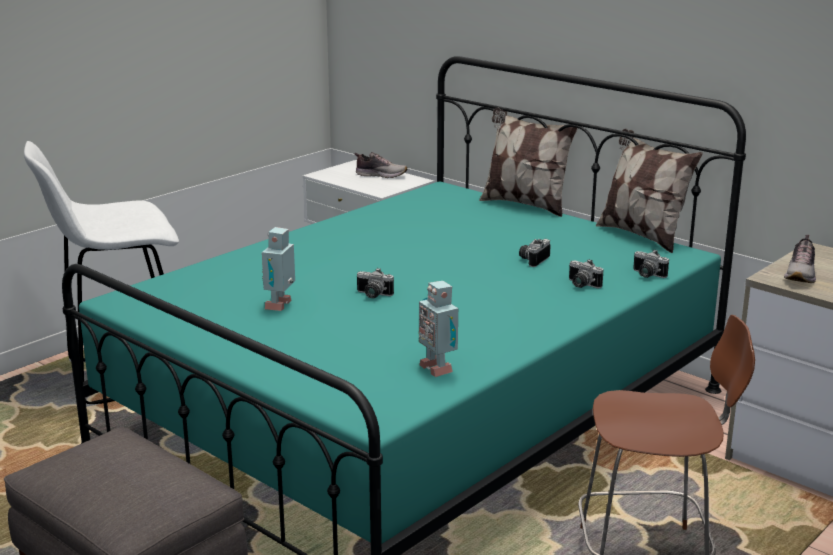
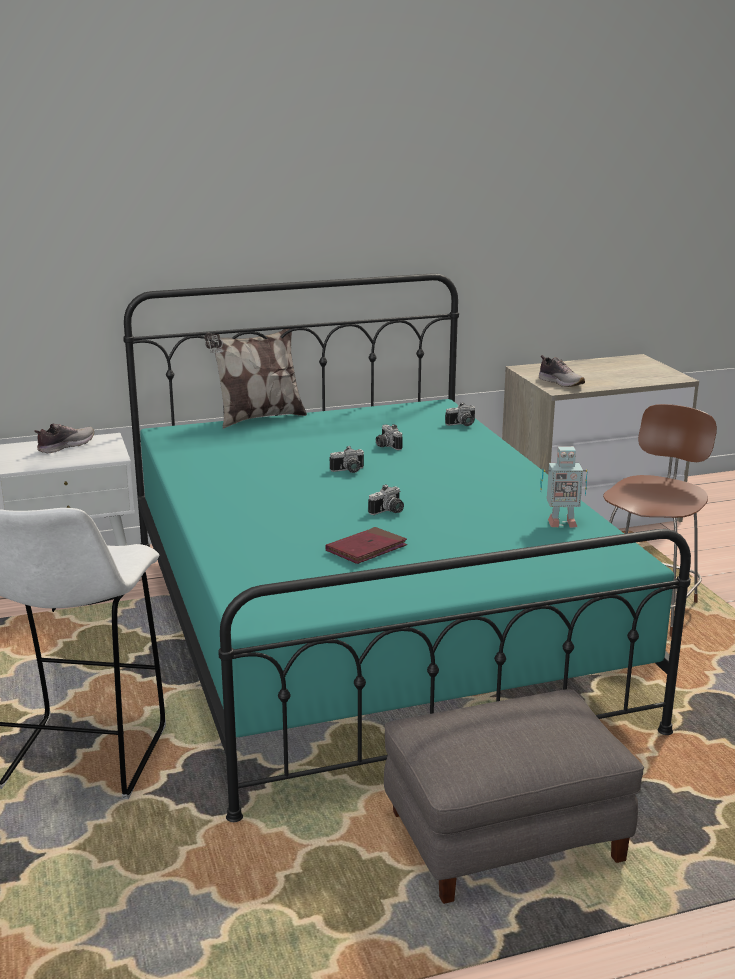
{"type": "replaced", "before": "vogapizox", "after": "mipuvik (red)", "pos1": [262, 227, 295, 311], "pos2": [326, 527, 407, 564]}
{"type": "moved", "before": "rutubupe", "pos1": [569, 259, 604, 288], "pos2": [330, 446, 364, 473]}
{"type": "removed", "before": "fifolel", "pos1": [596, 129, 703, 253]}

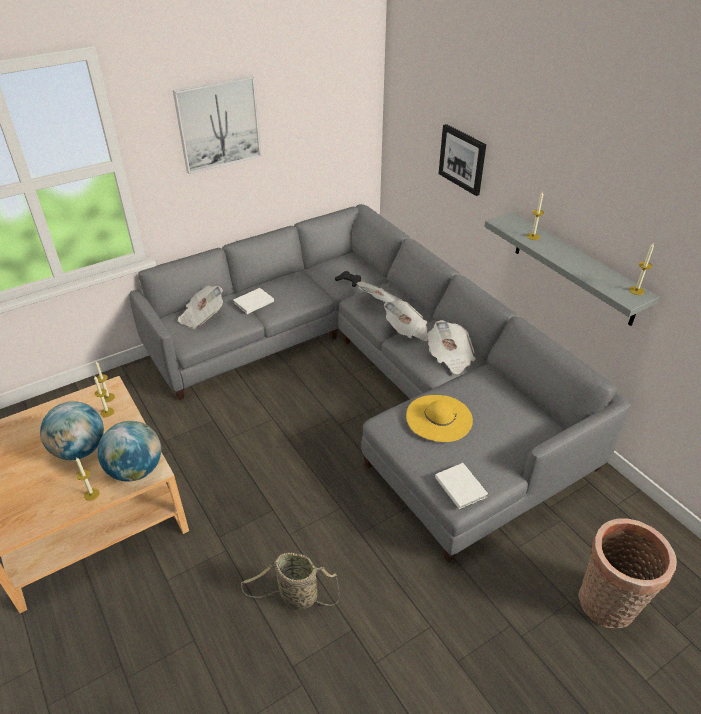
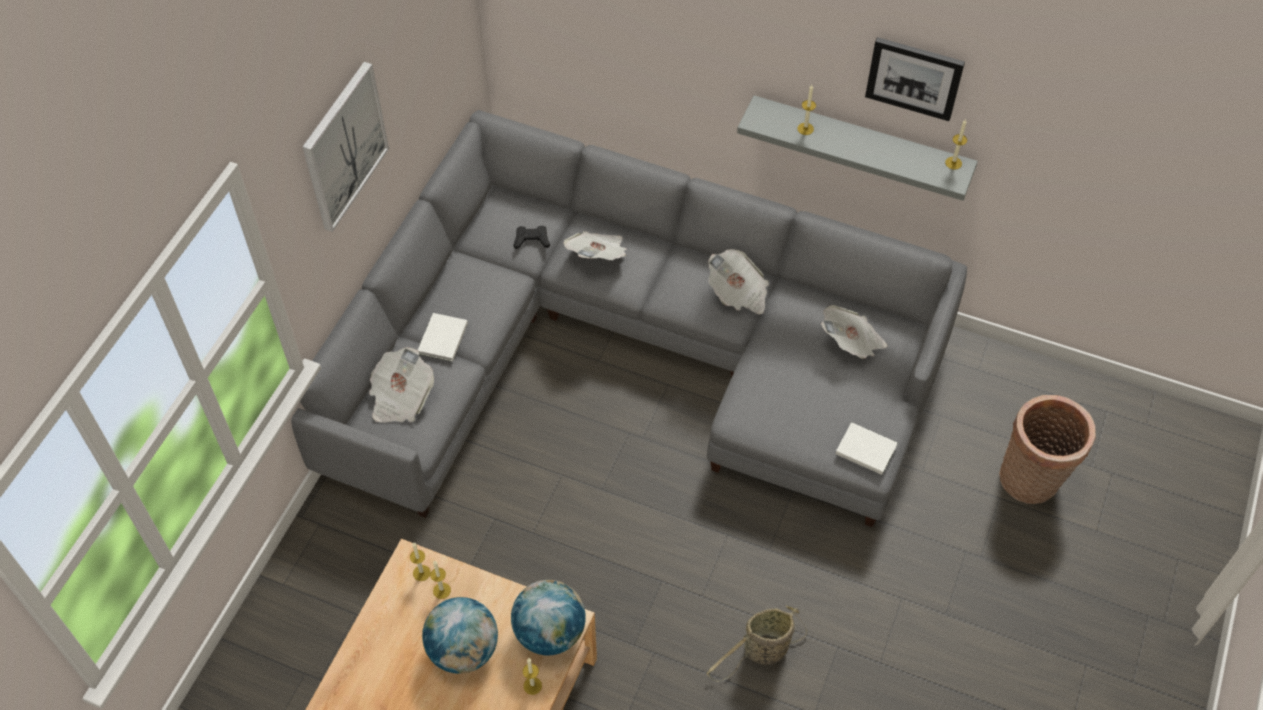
{"type": "moved", "before": "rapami", "pos1": [384, 300, 428, 341], "pos2": [821, 305, 887, 359]}
{"type": "moved", "before": "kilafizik", "pos1": [439, 124, 486, 196], "pos2": [865, 37, 965, 121]}
{"type": "removed", "before": "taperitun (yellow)", "pos1": [406, 395, 473, 442]}

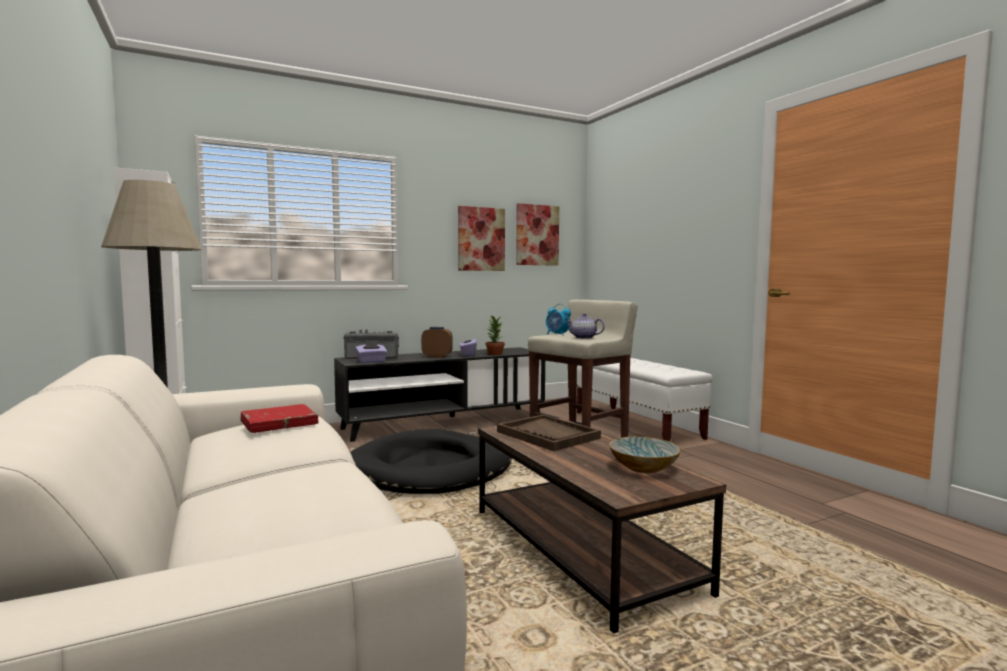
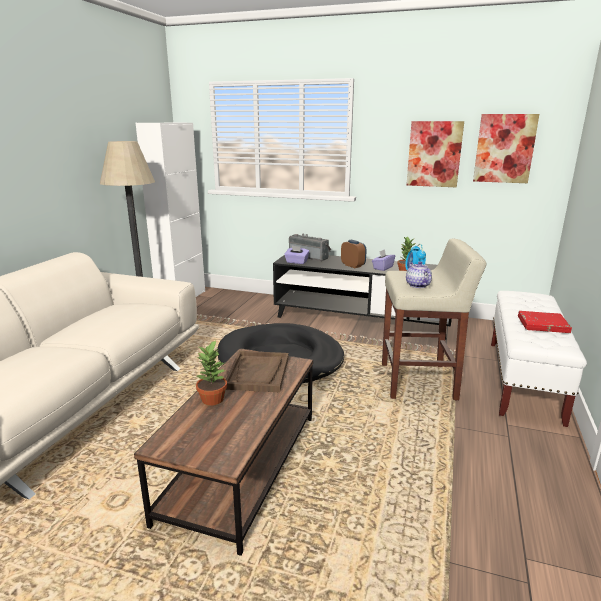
{"type": "added", "after": "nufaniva", "pos2": [196, 340, 227, 406]}
{"type": "moved", "before": "mipuvik (red)", "pos1": [241, 404, 318, 433], "pos2": [518, 311, 572, 333]}
{"type": "removed", "before": "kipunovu", "pos1": [609, 437, 681, 473]}

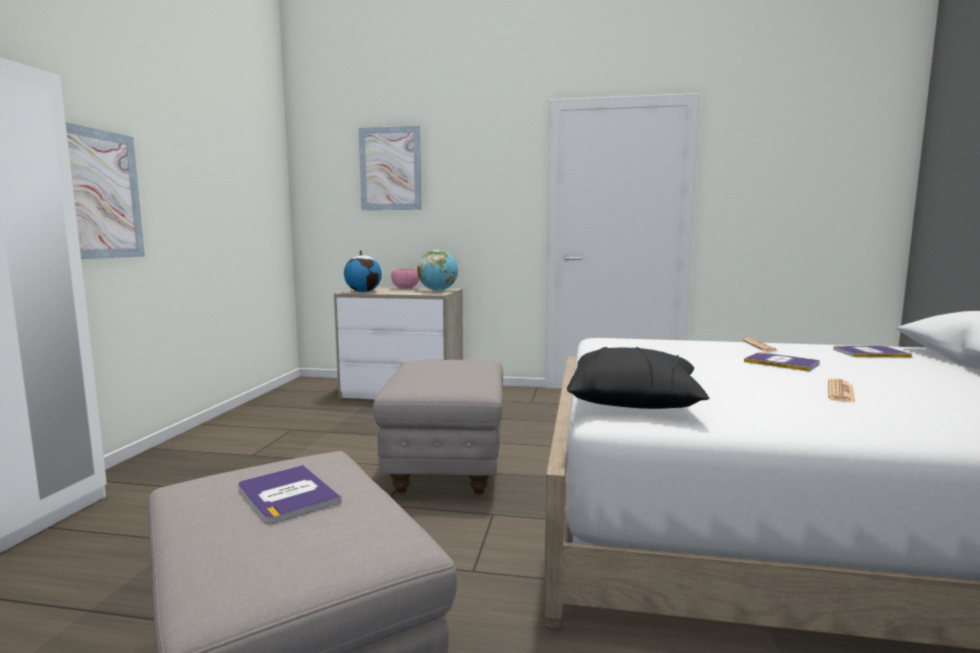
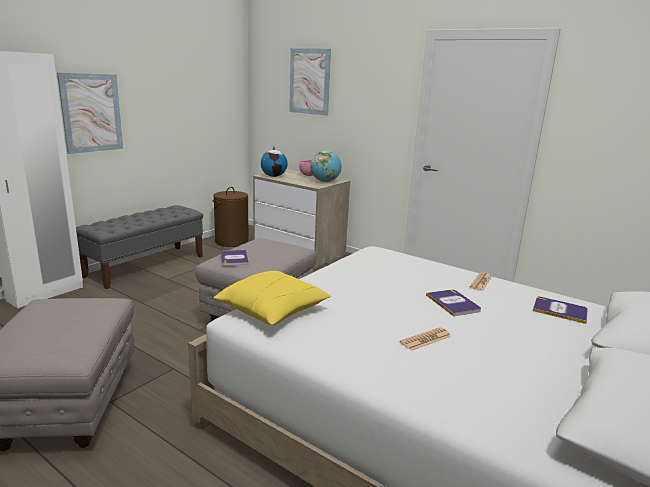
{"type": "added", "after": "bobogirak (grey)", "pos2": [76, 205, 203, 289]}
{"type": "added", "after": "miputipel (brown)", "pos2": [212, 187, 249, 247]}
{"type": "recoloured", "before": "fifolel (black)", "after": "fifolel (yellow)", "pos1": [567, 347, 709, 409], "pos2": [213, 271, 331, 325]}
{"type": "moved", "before": "mipuvik", "pos1": [238, 465, 341, 524], "pos2": [221, 250, 249, 266]}

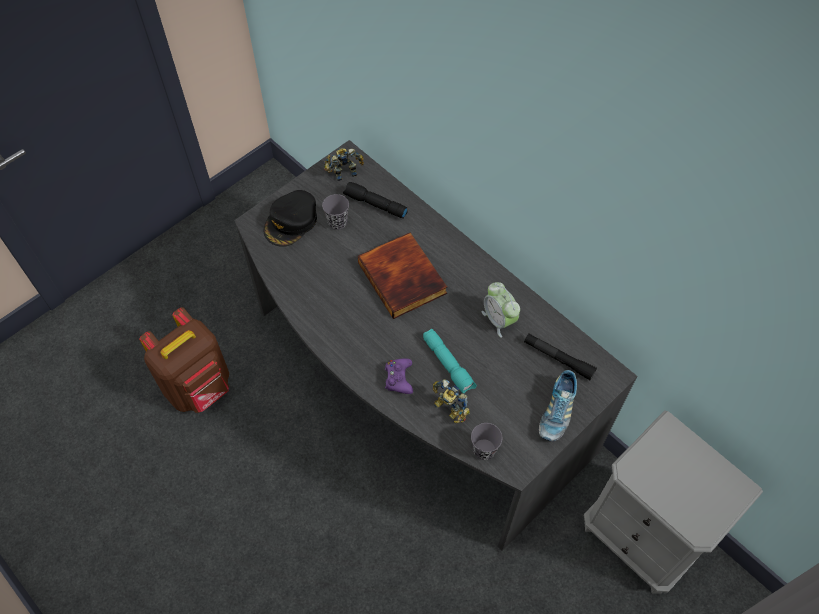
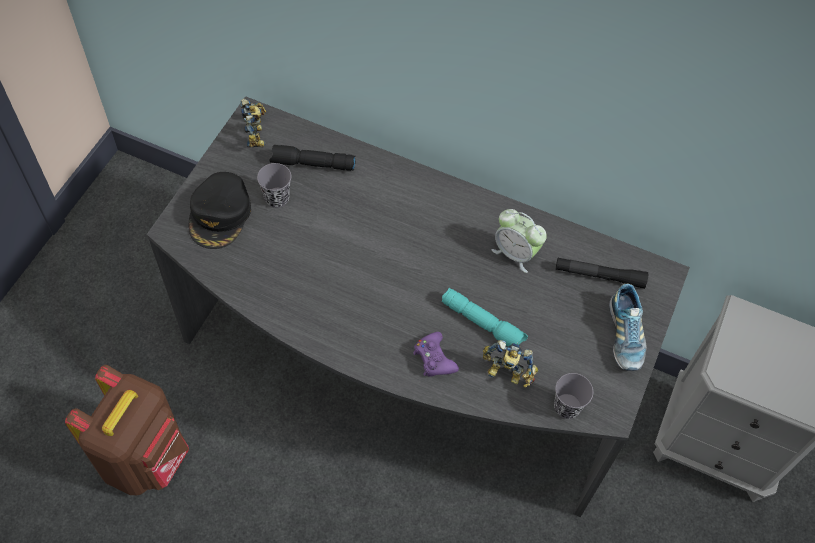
{"type": "turned", "before": "vogapizox", "pos1": [324, 148, 364, 181], "pos2": [240, 99, 266, 148], "turn": 120}
{"type": "removed", "before": "mipuvik", "pos1": [358, 233, 447, 319]}

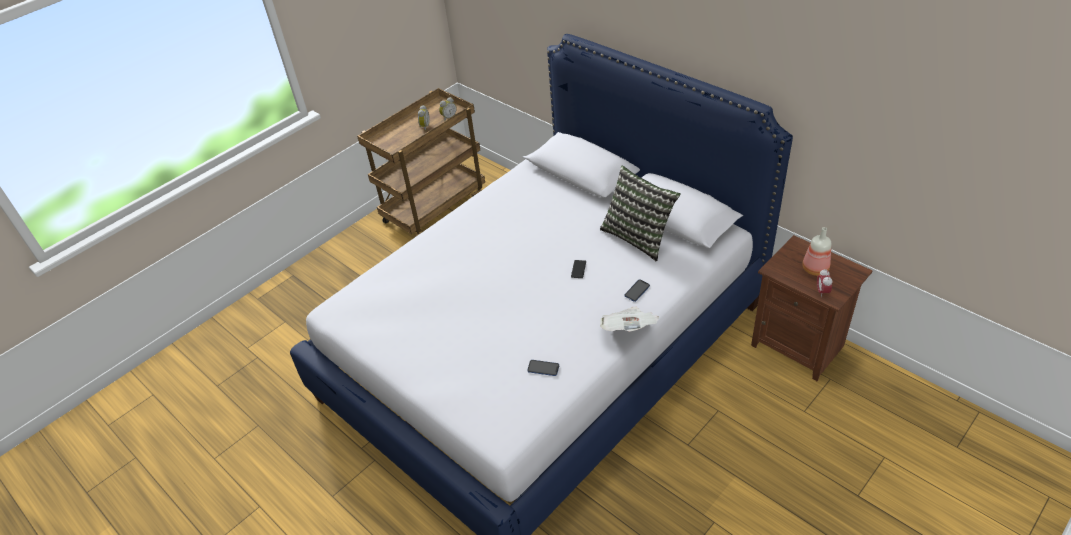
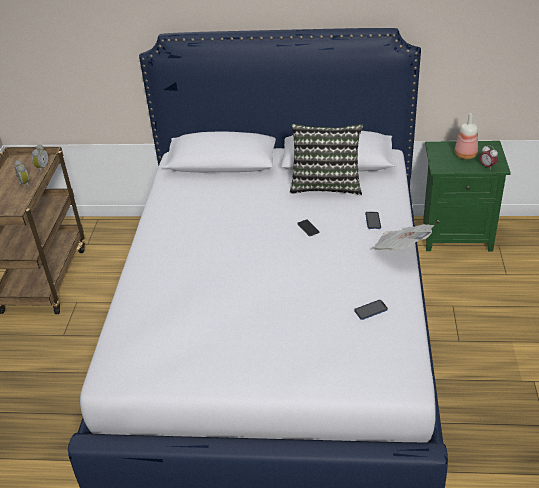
{"type": "recoloured", "before": "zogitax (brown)", "after": "zogitax (green)", "pos1": [751, 235, 873, 382], "pos2": [423, 141, 511, 251]}

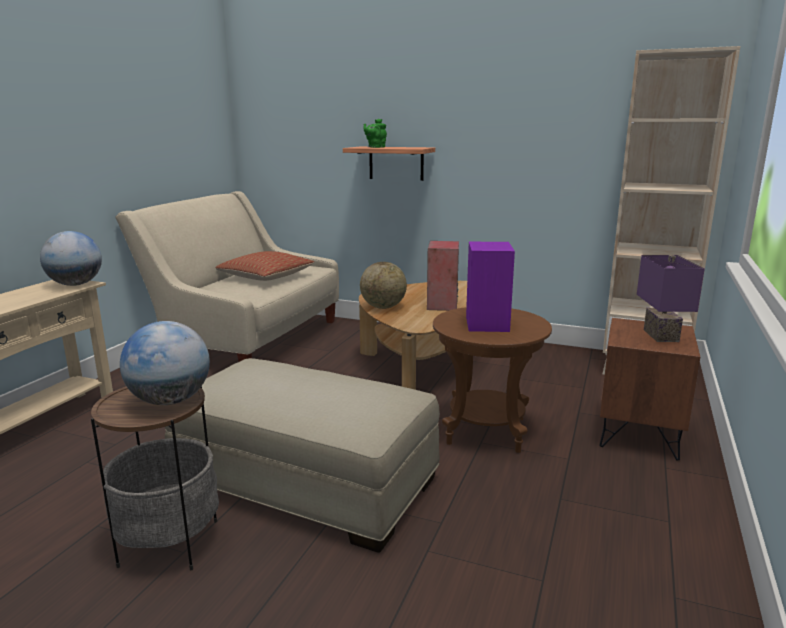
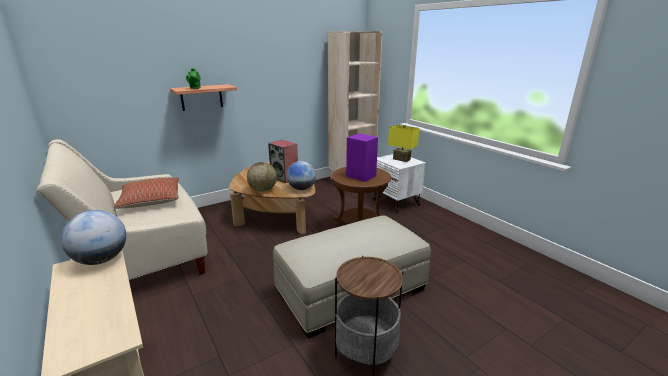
{"type": "moved", "before": "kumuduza", "pos1": [120, 321, 210, 405], "pos2": [287, 161, 316, 190]}
{"type": "recoloured", "before": "zogitax (brown)", "after": "zogitax (white)", "pos1": [600, 318, 700, 461], "pos2": [373, 154, 426, 213]}
{"type": "recoloured", "before": "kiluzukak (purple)", "after": "kiluzukak (yellow)", "pos1": [637, 255, 705, 342], "pos2": [388, 125, 420, 162]}

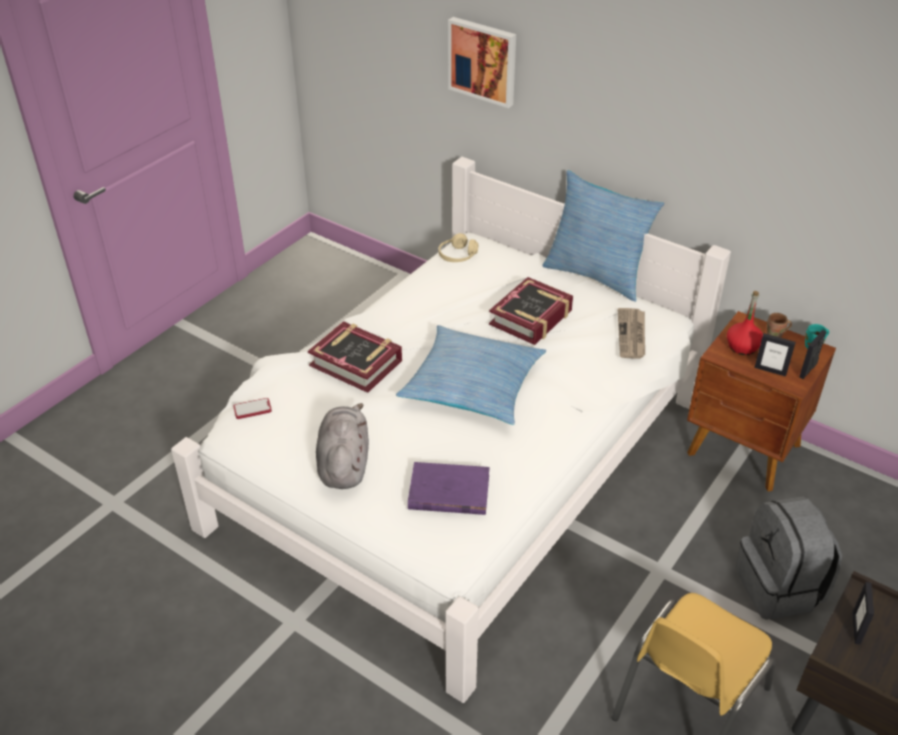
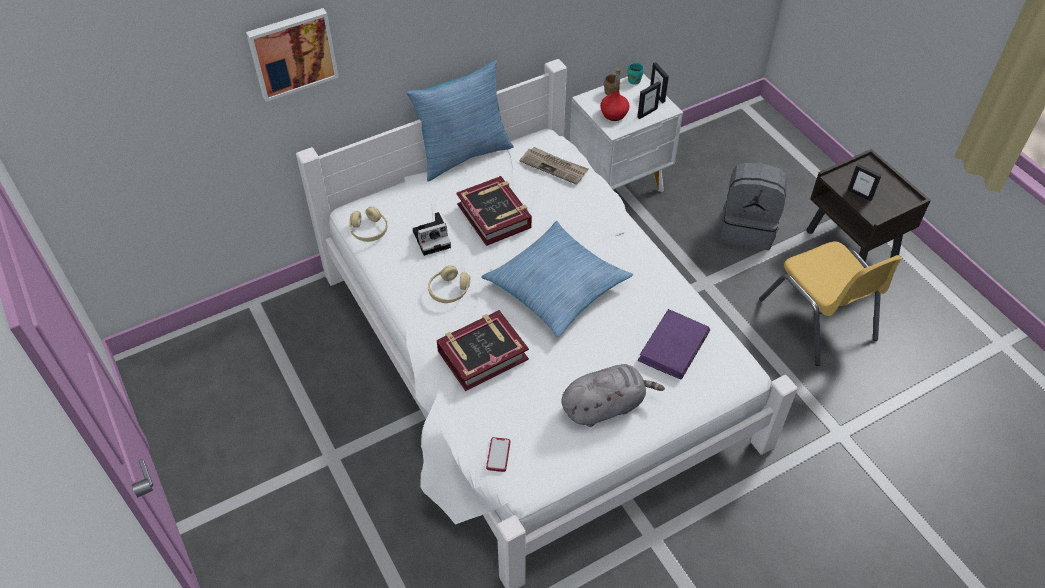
{"type": "added", "after": "rutubupe", "pos2": [413, 212, 451, 256]}
{"type": "added", "after": "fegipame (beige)", "pos2": [428, 265, 470, 303]}
{"type": "turned", "before": "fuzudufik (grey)", "pos1": [316, 403, 369, 489], "pos2": [561, 364, 665, 427], "turn": 135}
{"type": "recoloured", "before": "zogitax (brown)", "after": "zogitax (white)", "pos1": [687, 311, 836, 491], "pos2": [570, 73, 683, 192]}

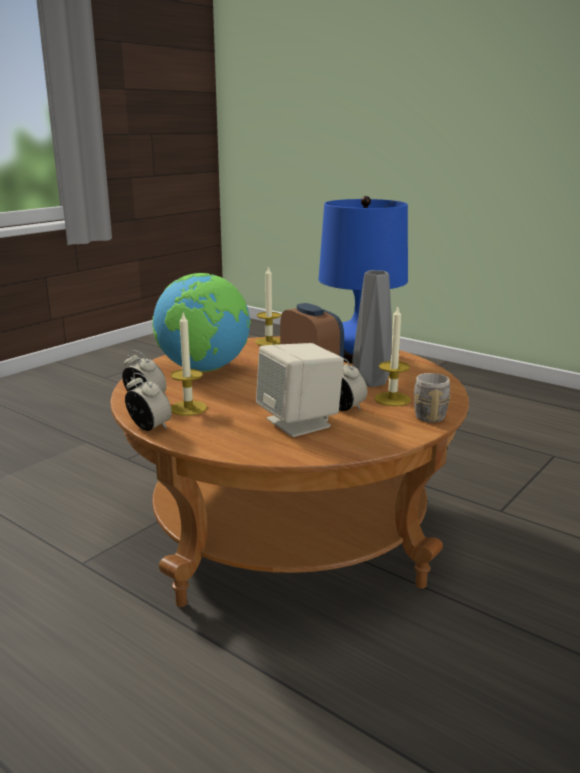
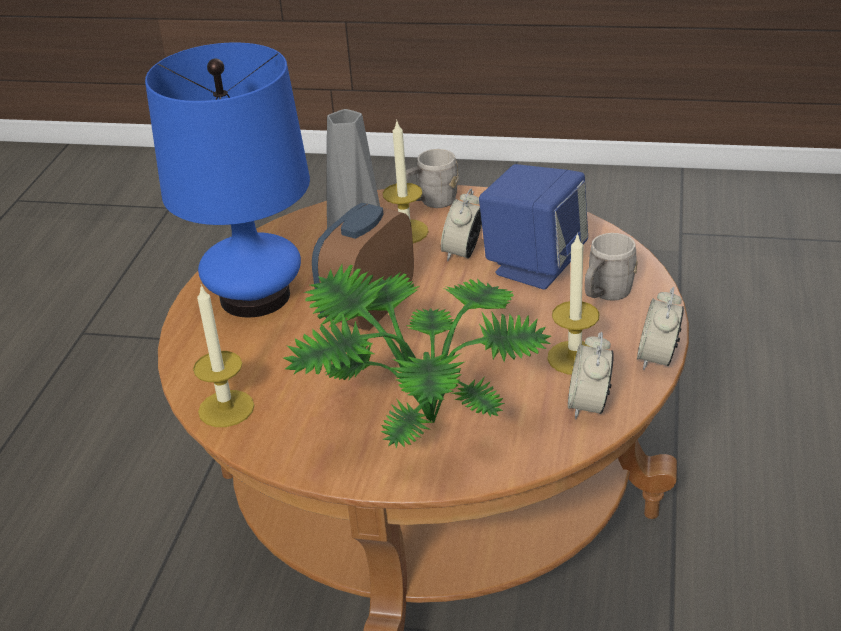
{"type": "replaced", "before": "kumuduza", "after": "nufaniva", "pos1": [152, 273, 251, 372], "pos2": [284, 264, 551, 448]}
{"type": "recoloured", "before": "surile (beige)", "after": "surile (blue)", "pos1": [256, 343, 344, 437], "pos2": [479, 164, 588, 290]}
{"type": "added", "after": "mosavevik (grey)", "pos2": [585, 233, 638, 301]}

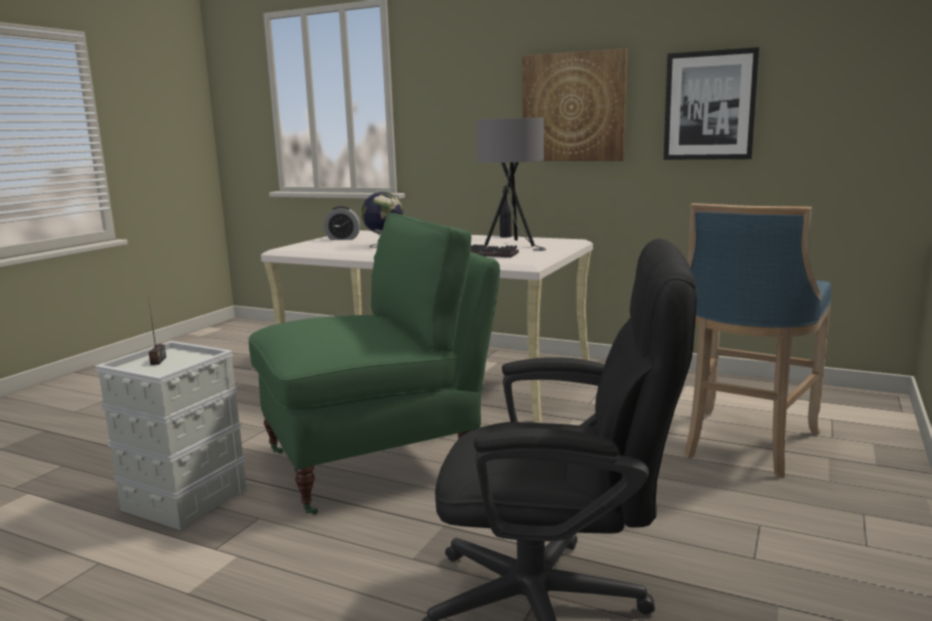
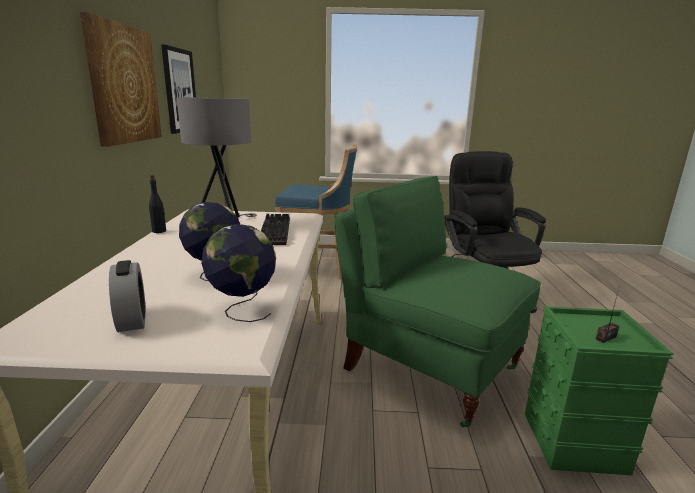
{"type": "added", "after": "kumuduza", "pos2": [201, 224, 276, 322]}
{"type": "recoloured", "before": "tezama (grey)", "after": "tezama (green)", "pos1": [95, 341, 247, 530], "pos2": [525, 306, 674, 475]}

